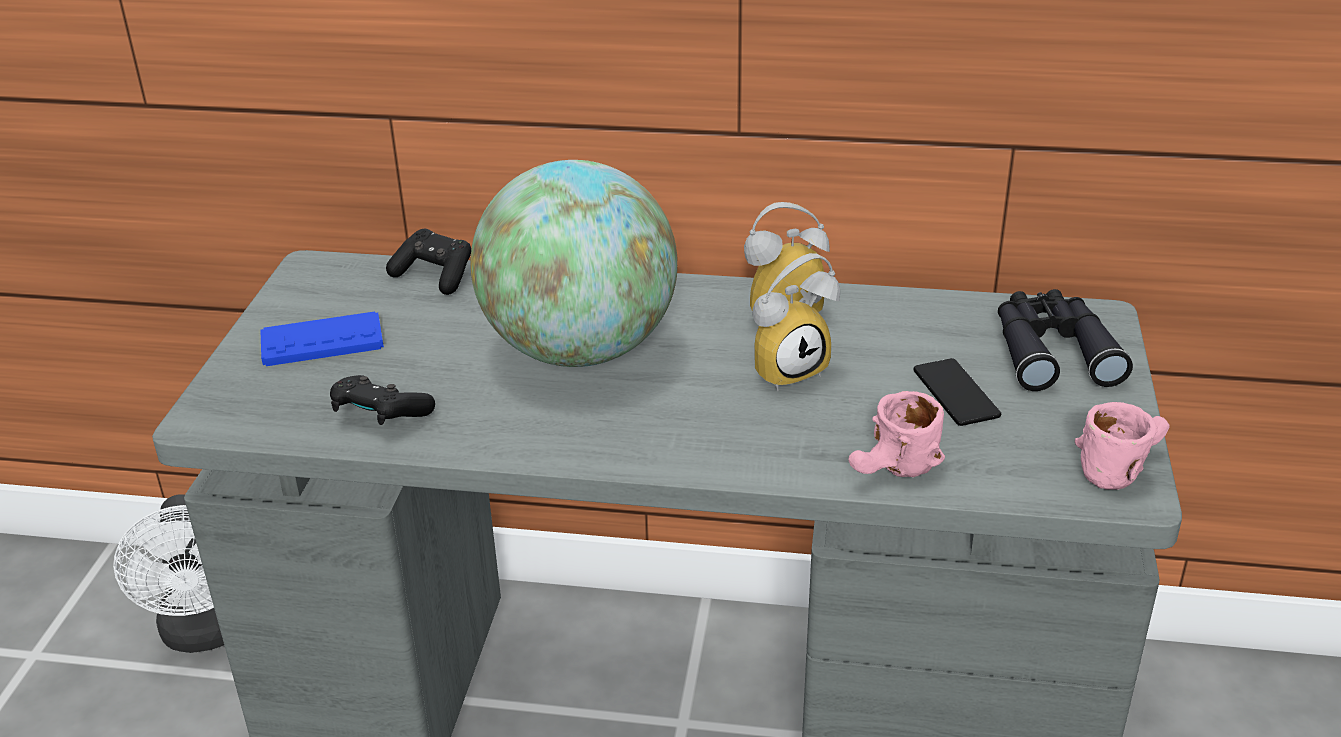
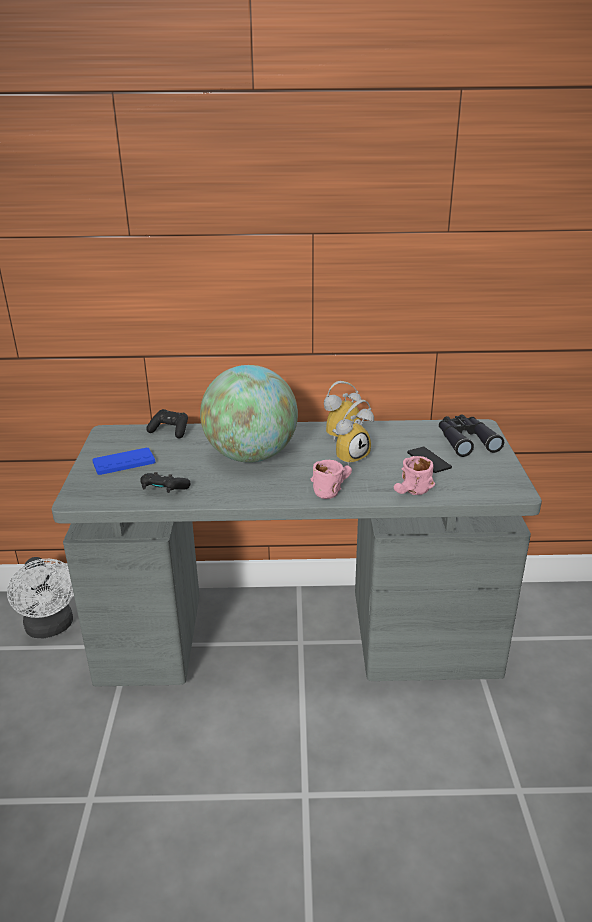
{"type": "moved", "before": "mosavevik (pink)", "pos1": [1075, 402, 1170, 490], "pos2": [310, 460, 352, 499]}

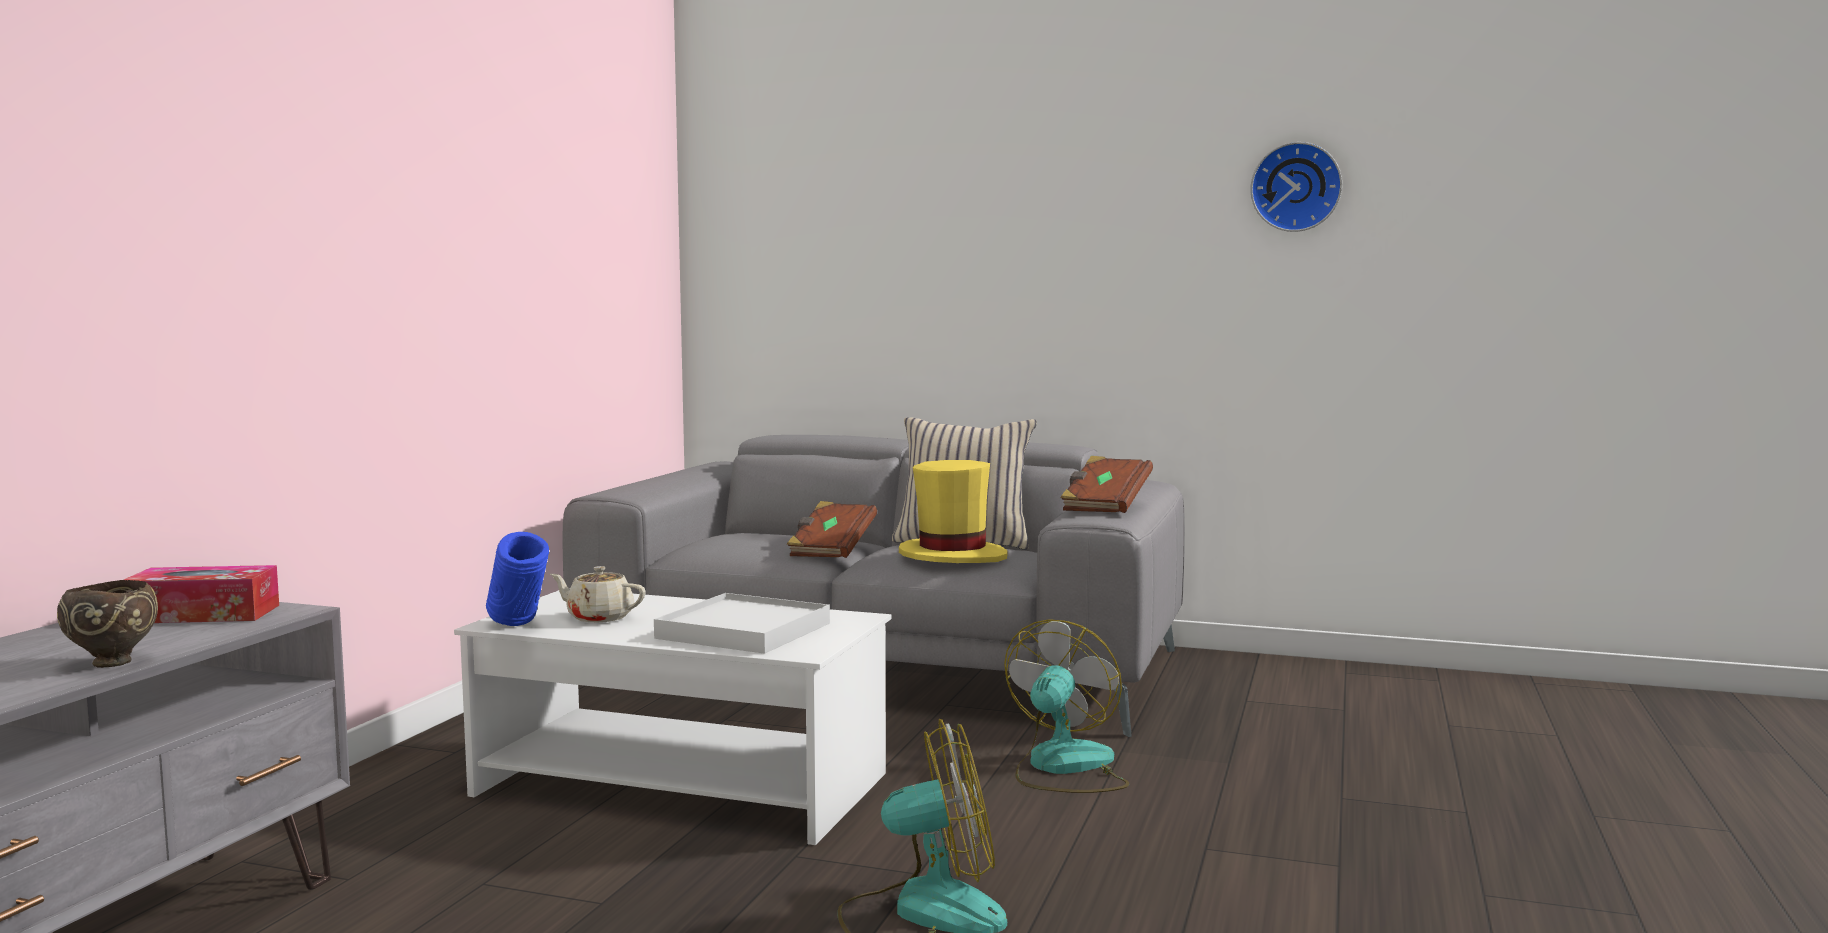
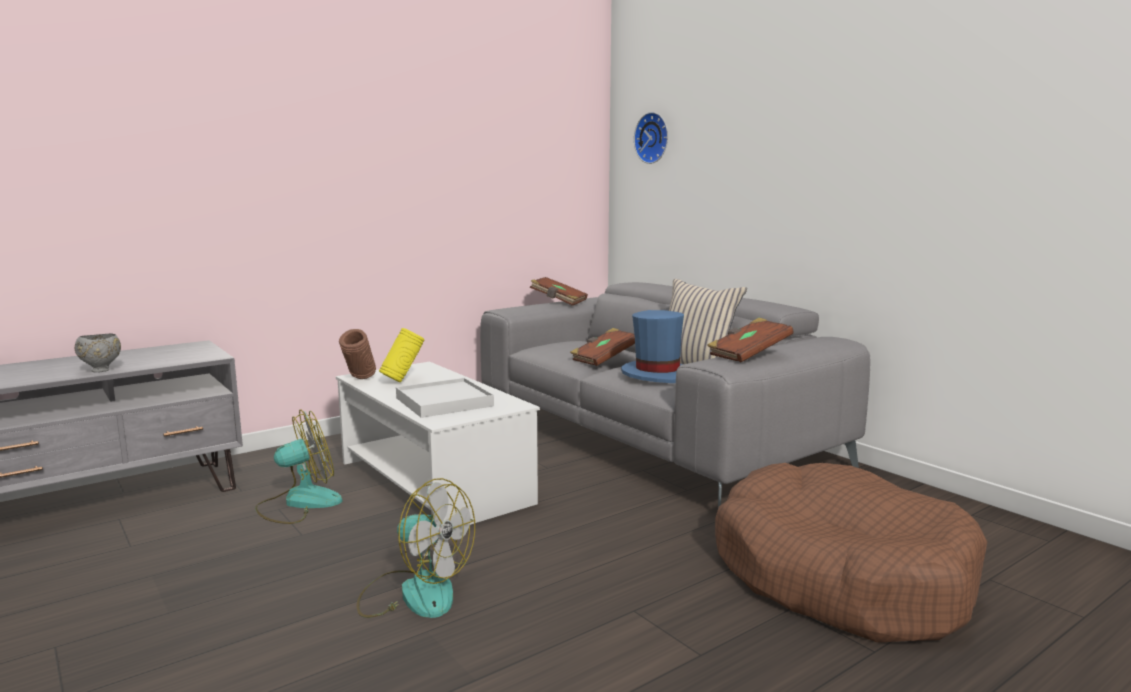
{"type": "recoloured", "before": "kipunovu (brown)", "after": "kipunovu (grey)", "pos1": [57, 580, 158, 668], "pos2": [75, 333, 121, 373]}
{"type": "moved", "before": "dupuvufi", "pos1": [1004, 619, 1129, 793], "pos2": [255, 409, 342, 524]}
{"type": "recoloured", "before": "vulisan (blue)", "after": "vulisan (brown)", "pos1": [486, 532, 549, 626], "pos2": [339, 329, 376, 379]}
{"type": "replaced", "before": "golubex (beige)", "after": "vulisan (yellow)", "pos1": [550, 566, 646, 622], "pos2": [379, 328, 424, 382]}
{"type": "added", "after": "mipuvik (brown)", "pos2": [530, 277, 588, 306]}
{"type": "recoloured", "before": "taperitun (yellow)", "after": "taperitun (blue)", "pos1": [899, 460, 1007, 563], "pos2": [621, 310, 684, 383]}
{"type": "moved", "before": "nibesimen", "pos1": [1251, 142, 1342, 232], "pos2": [634, 112, 668, 164]}
{"type": "added", "after": "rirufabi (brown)", "pos2": [715, 463, 987, 643]}
{"type": "removed", "before": "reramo", "pos1": [124, 565, 279, 623]}

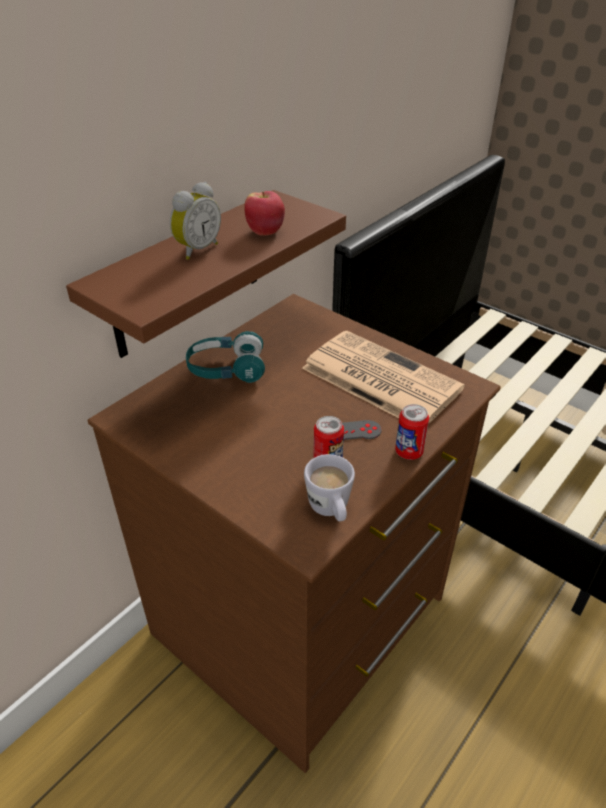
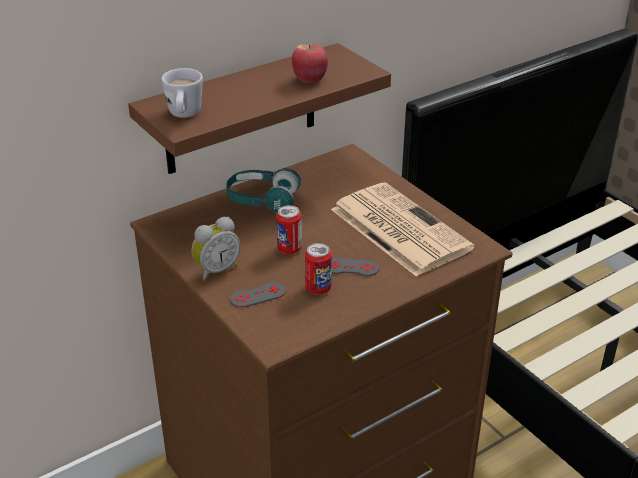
{"type": "moved", "before": "mosavevik (white)", "pos1": [304, 454, 355, 521], "pos2": [161, 68, 203, 118]}
{"type": "moved", "before": "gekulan", "pos1": [170, 182, 221, 260], "pos2": [191, 217, 240, 281]}
{"type": "added", "after": "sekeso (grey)", "pos2": [230, 282, 286, 308]}
{"type": "moved", "before": "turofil", "pos1": [395, 404, 429, 460], "pos2": [276, 205, 302, 254]}

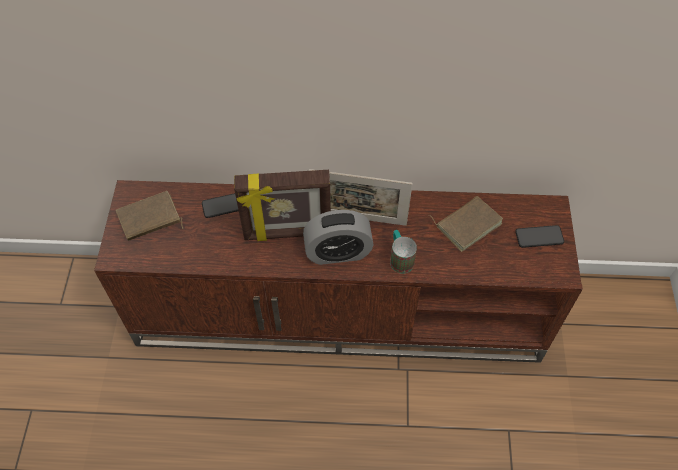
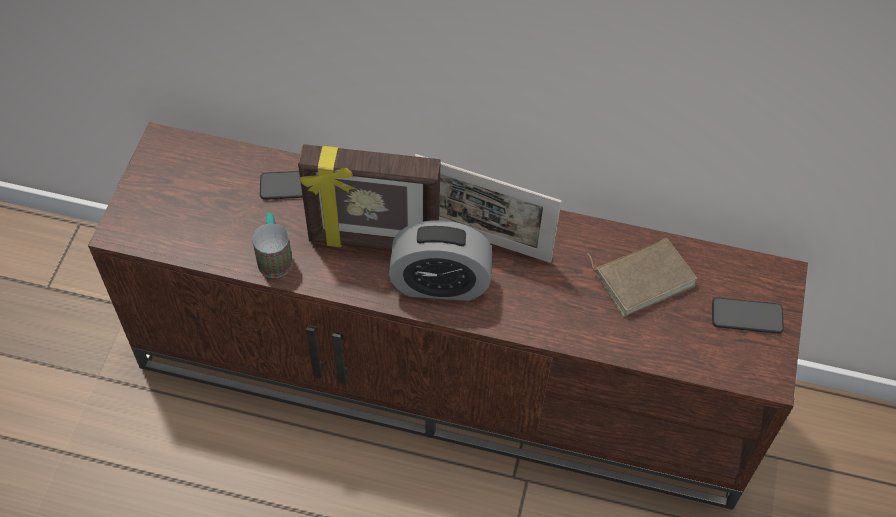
{"type": "moved", "before": "mosavevik", "pos1": [390, 230, 417, 274], "pos2": [252, 213, 293, 278]}
{"type": "removed", "before": "mipuvik (brown)", "pos1": [116, 191, 183, 241]}

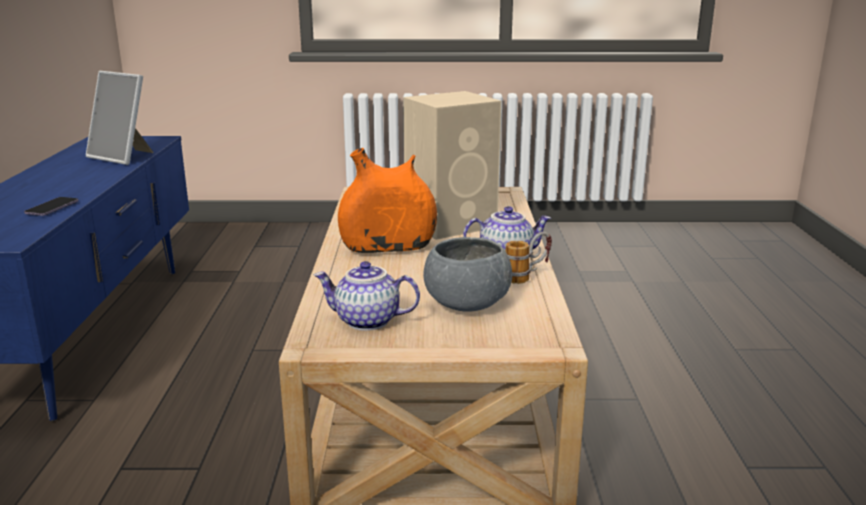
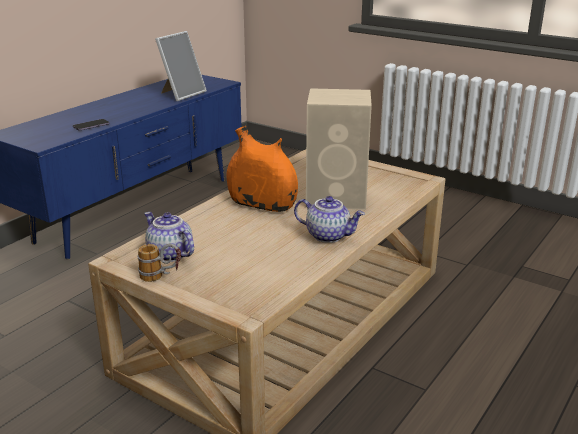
{"type": "moved", "before": "mosavevik", "pos1": [505, 232, 552, 284], "pos2": [137, 244, 181, 282]}
{"type": "turned", "before": "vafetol", "pos1": [86, 71, 154, 165], "pos2": [155, 31, 207, 101], "turn": -120}
{"type": "removed", "before": "kipunovu (grey)", "pos1": [423, 237, 512, 312]}

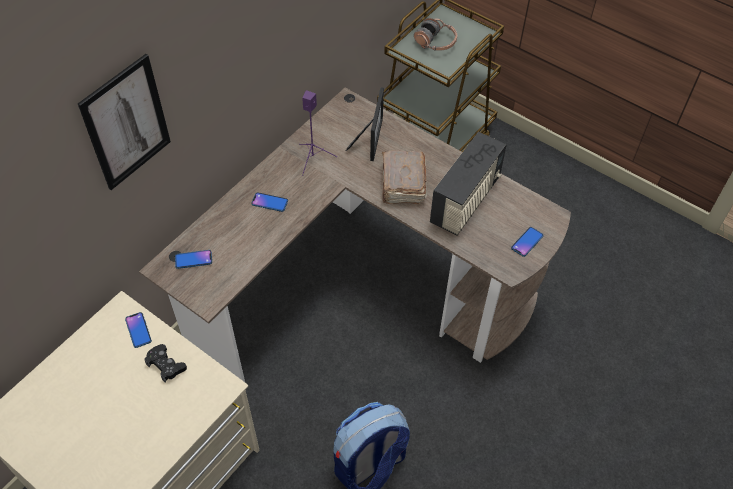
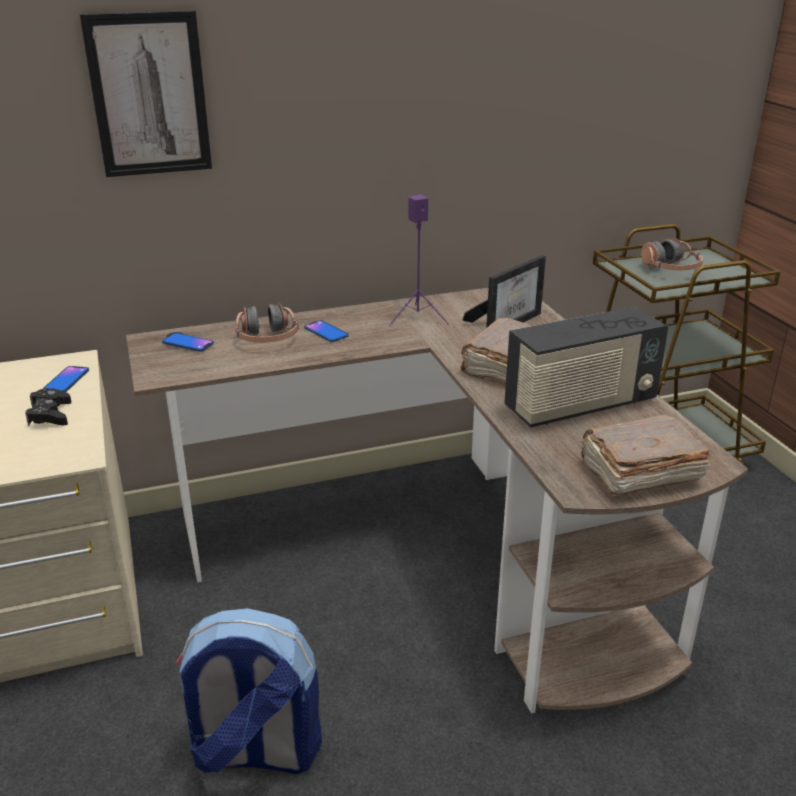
{"type": "added", "after": "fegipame", "pos2": [235, 303, 299, 343]}
{"type": "replaced", "before": "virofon", "after": "mipuvik (brown)", "pos1": [511, 227, 543, 257], "pos2": [581, 414, 711, 496]}

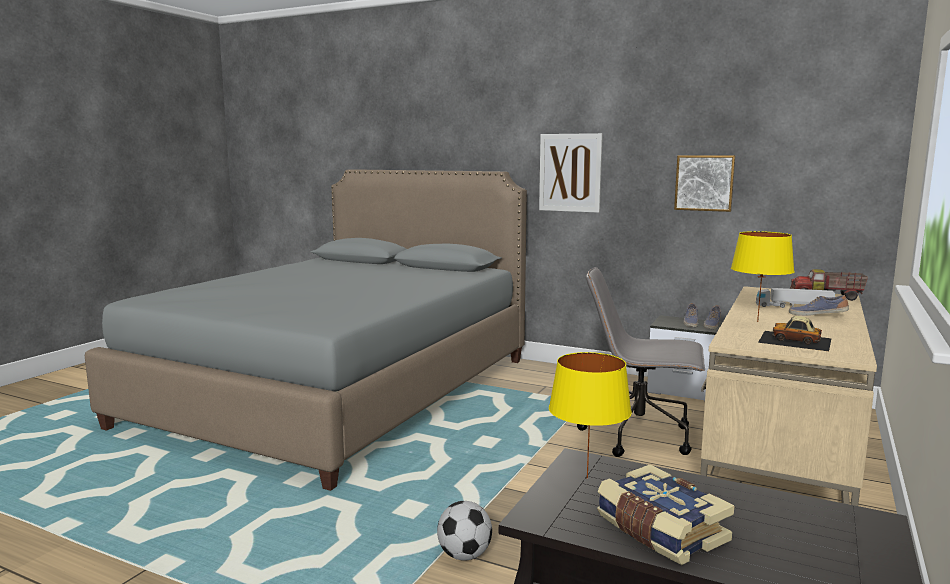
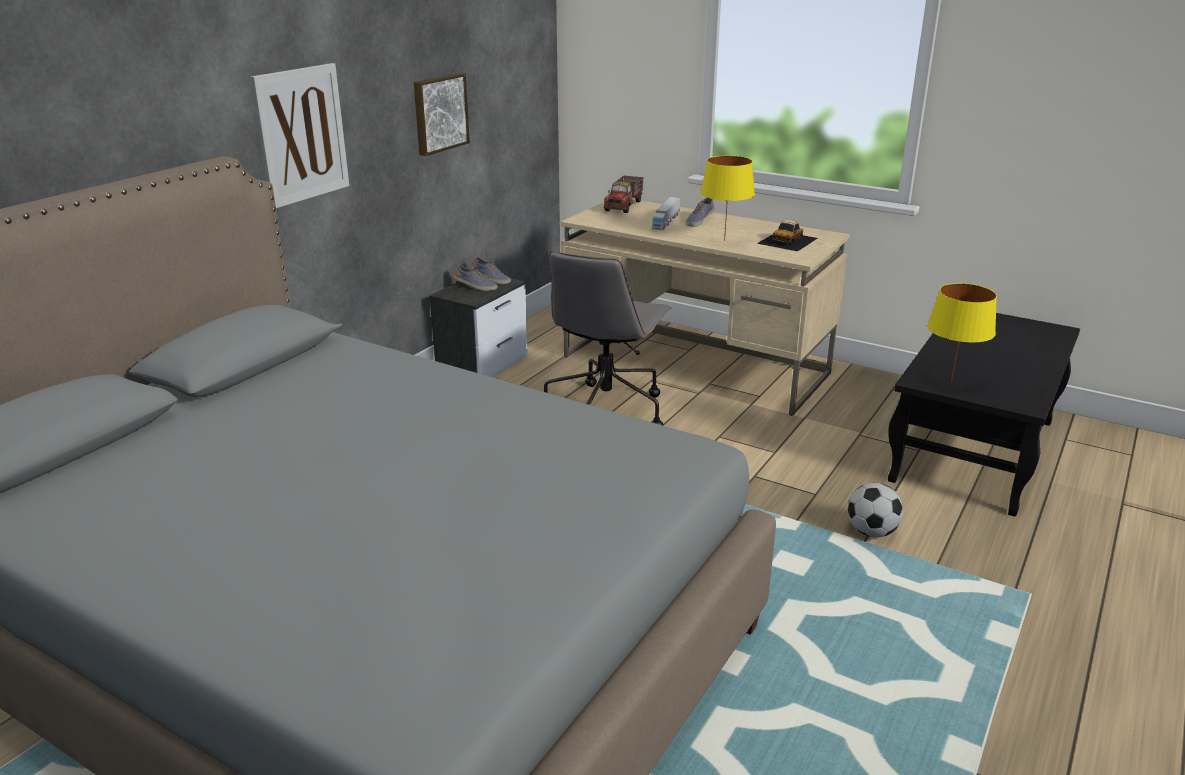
{"type": "removed", "before": "mipuvik", "pos1": [597, 464, 734, 565]}

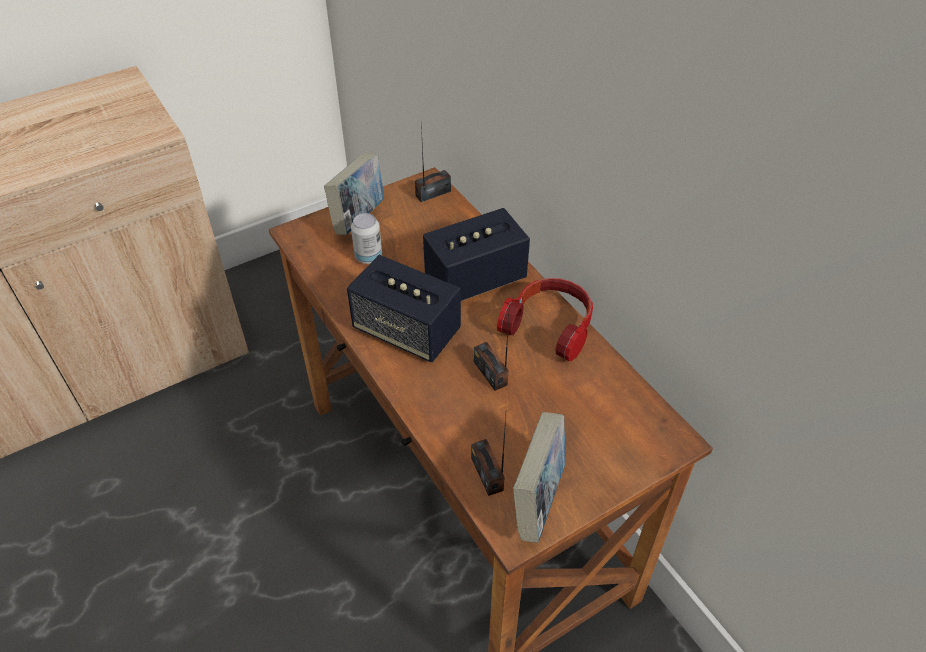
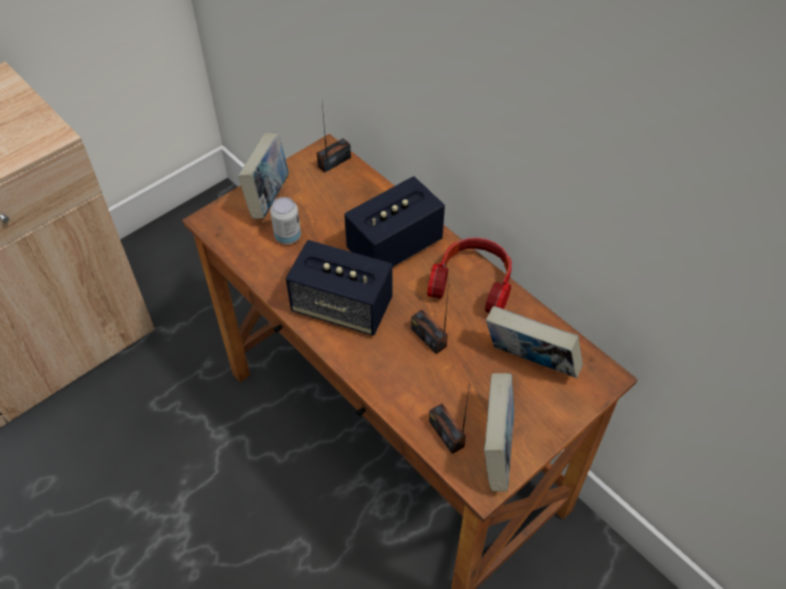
{"type": "added", "after": "mipuvik", "pos2": [486, 306, 583, 378]}

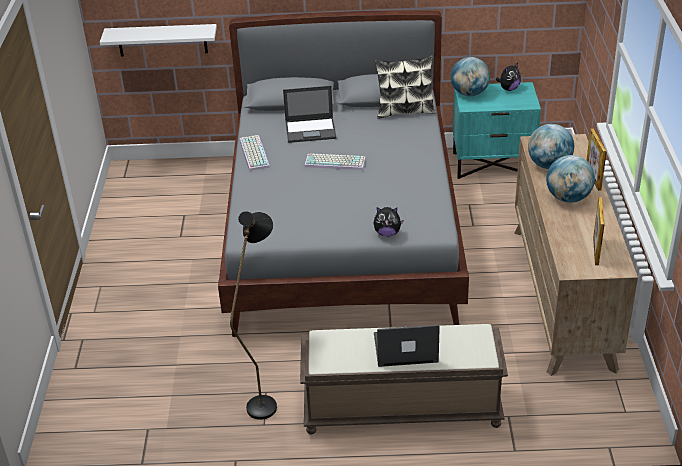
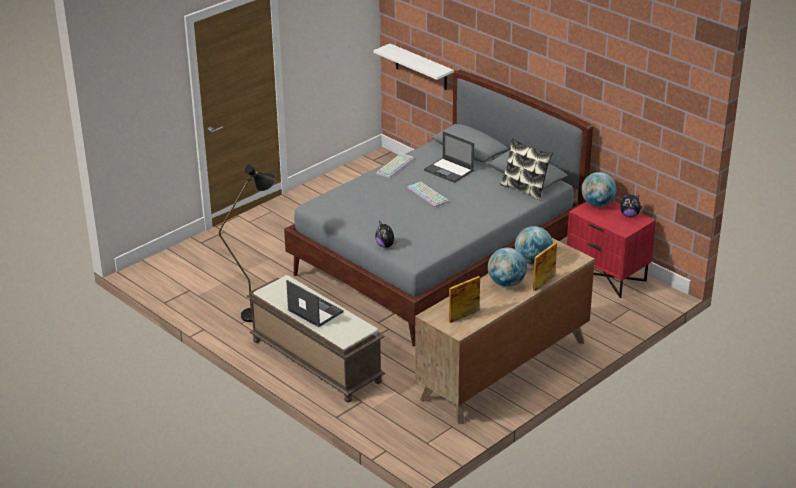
{"type": "recoloured", "before": "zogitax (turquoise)", "after": "zogitax (red)", "pos1": [453, 82, 541, 179], "pos2": [567, 200, 656, 298]}

